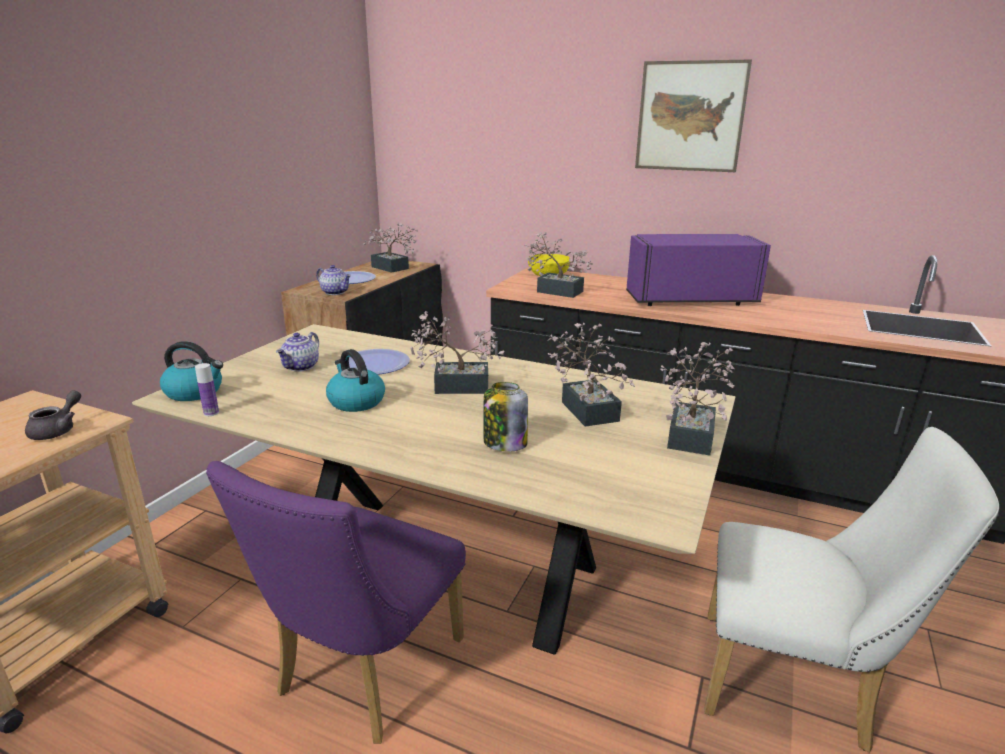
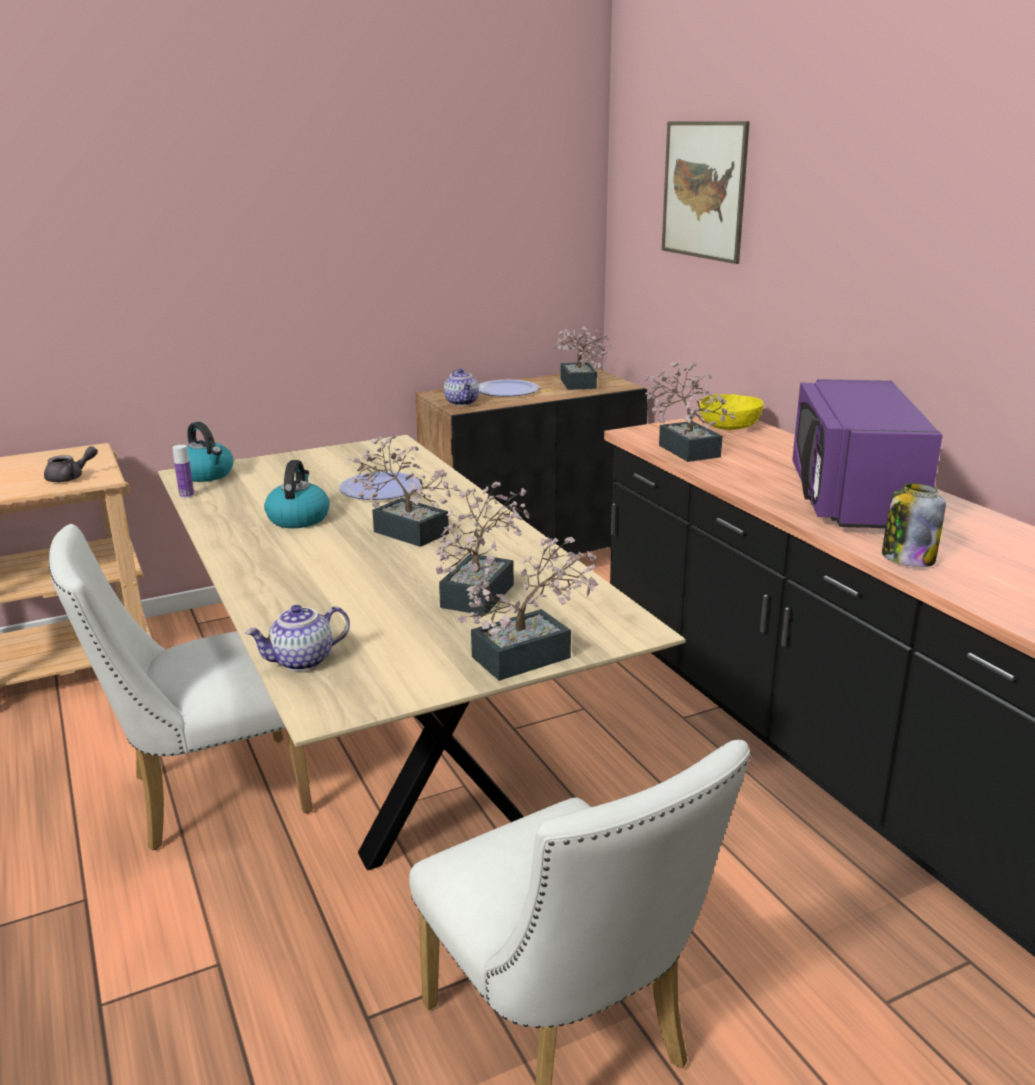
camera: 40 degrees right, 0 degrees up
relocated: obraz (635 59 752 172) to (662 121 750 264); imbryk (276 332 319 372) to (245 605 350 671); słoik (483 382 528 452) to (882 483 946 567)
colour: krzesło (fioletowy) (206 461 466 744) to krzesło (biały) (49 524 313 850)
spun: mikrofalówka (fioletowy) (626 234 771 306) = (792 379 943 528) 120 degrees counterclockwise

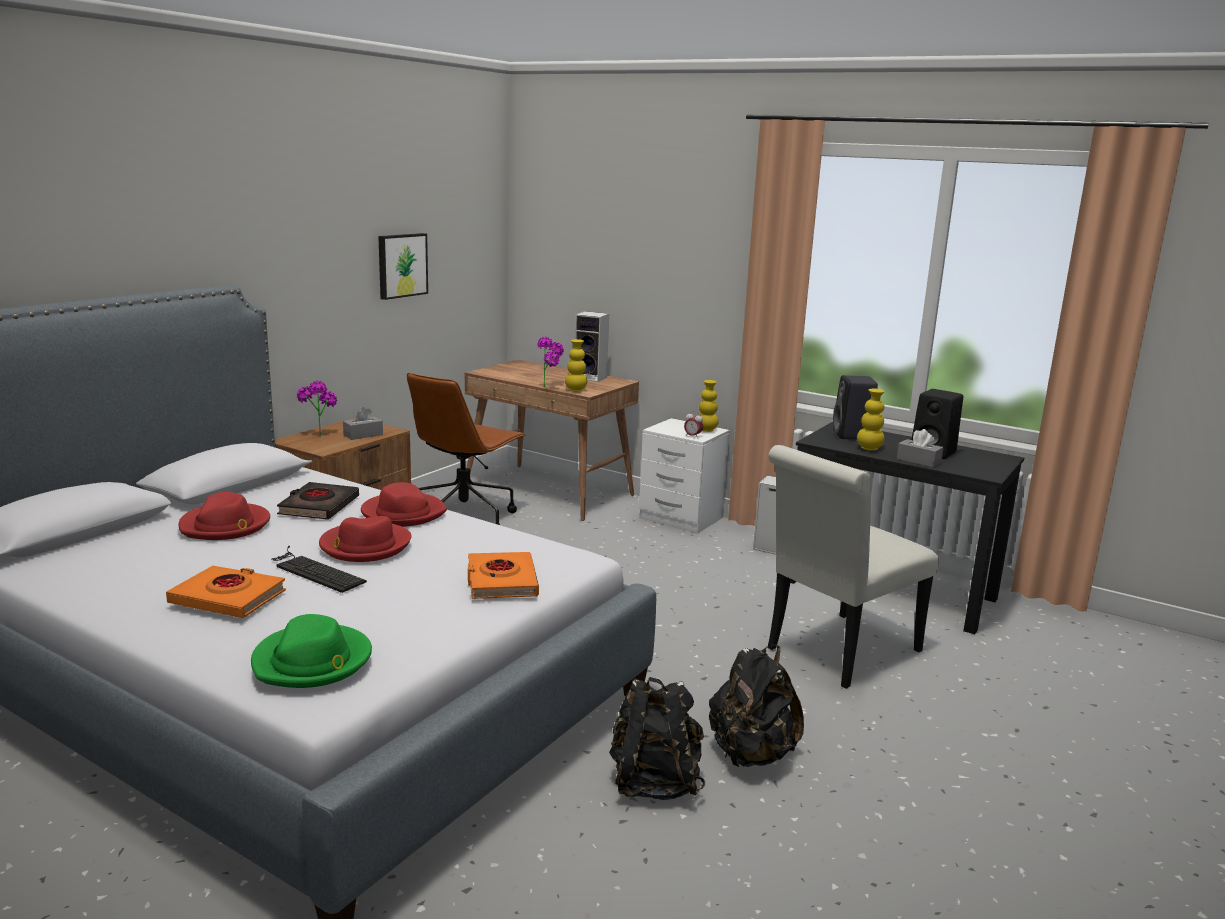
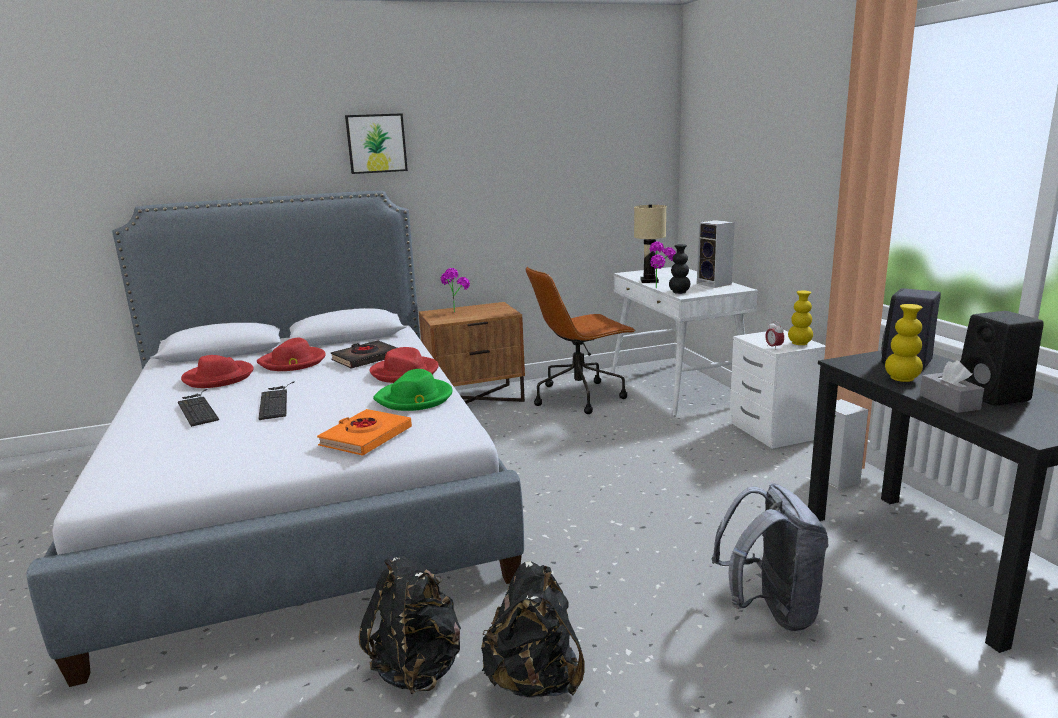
camera: 40 degrees right, 0 degrees up
missing: pudełko chusteczek (szary) (343 407 383 440)
appeared: lampa stołowa (beżowy) (634 204 667 283)
relocated: obraz (378 233 428 300) to (345 113 408 174); kapelusz (czerwony) (319 516 411 562) to (181 355 254 388); kapelusz (zielony) (251 614 372 688) to (373 369 453 411)
exchanged: krzesło (biały) (767 445 939 689) to plecak (szary) (712 483 829 632); książka (pomarańczowy) (166 566 286 618) to klawiatura (178 389 219 427)
colour: wazon (żółty) (565 339 587 391) to wazon (czarny) (669 244 690 294); biurko (brązowy) (464 360 639 521) to biurko (biały) (611 267 758 416)

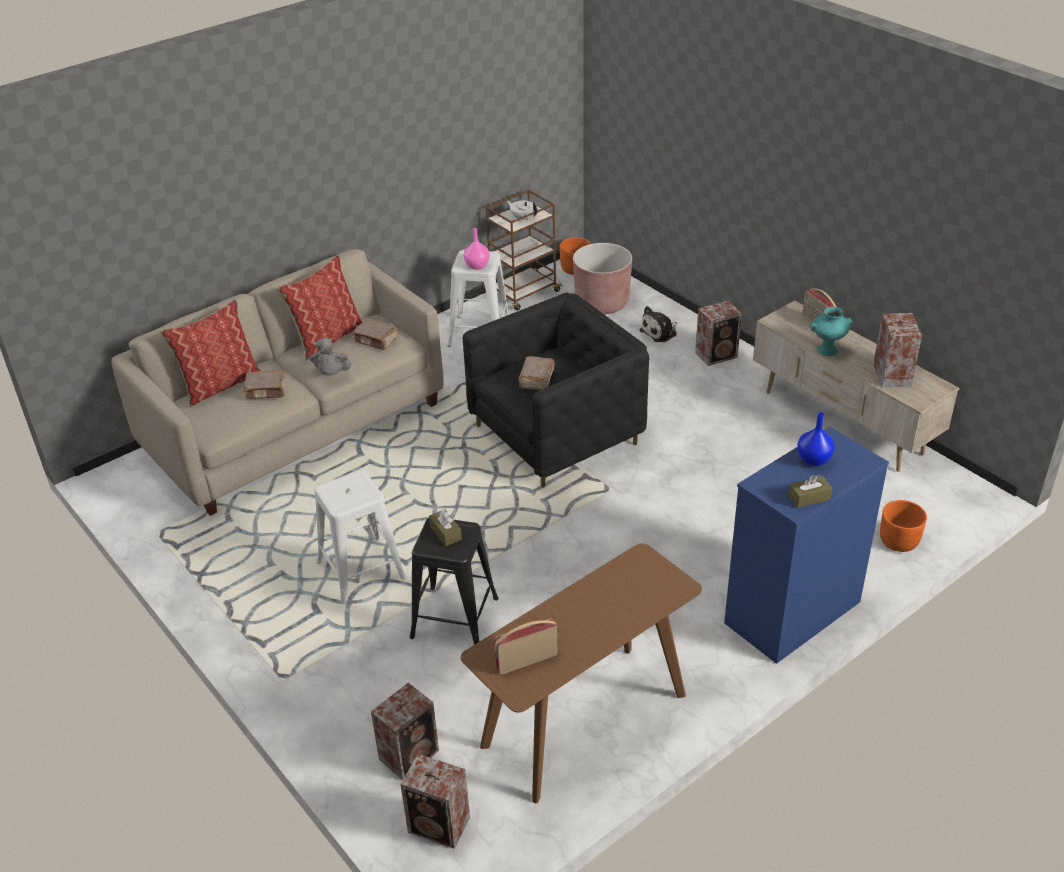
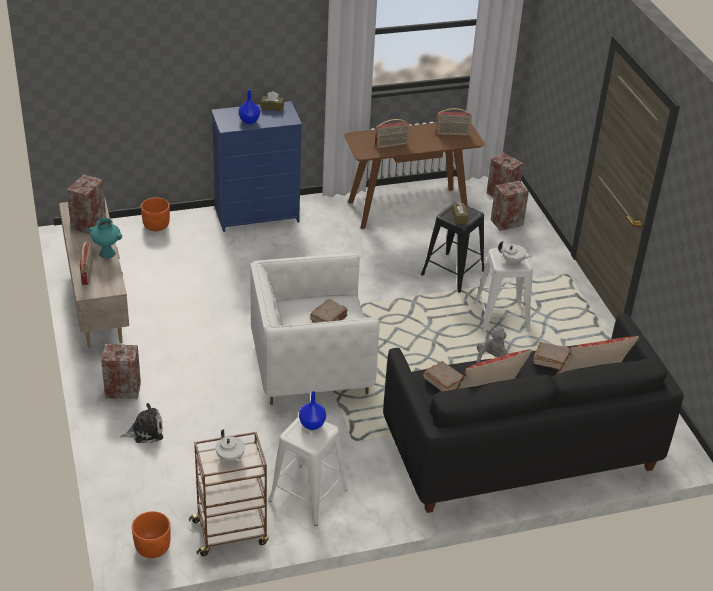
camera: 160 degrees left, 0 degrees up
missing: donica (brązowy) (573 243 632 314)
appeared: radio (375 119 409 148); imbryk (biały) (498 241 532 265)
colour: wazon (różowy) (463 228 490 270) to wazon (niebieski) (299 391 326 430); kanapa (beżowy) (111 249 444 516) to kanapa (czarny) (383 313 683 513); fotel (czarny) (463 293 649 487) to fotel (biały) (250 253 380 405)

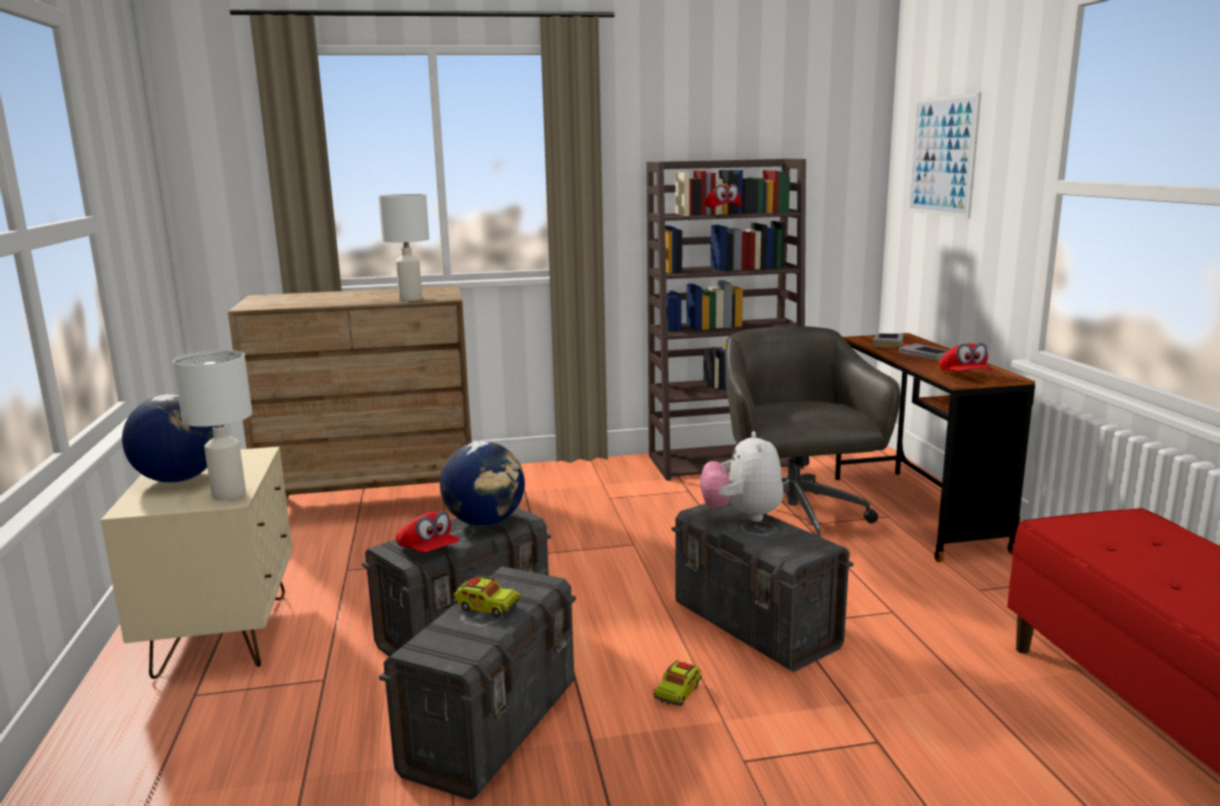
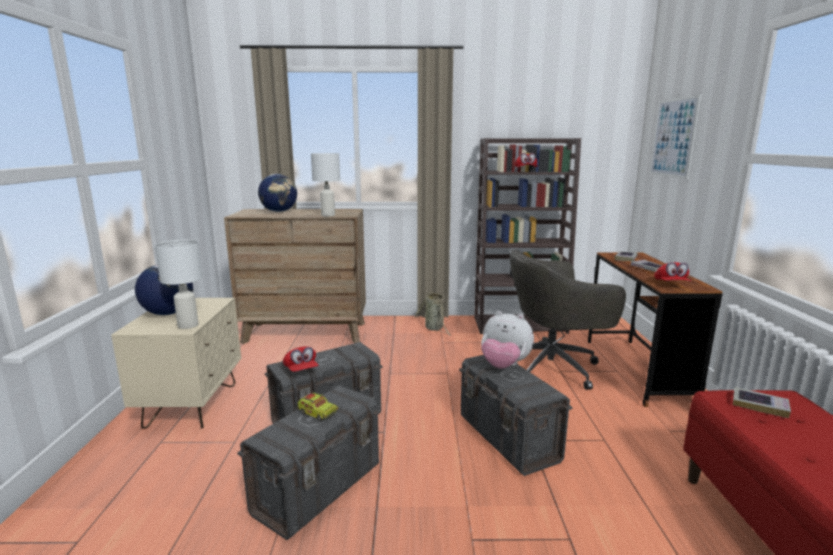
camera: 10 degrees right, 0 degrees up
missing: ciężarówka zabawkowa (653 660 702 706)
appeared: koszyk (414 292 452 336); książka (733 387 791 418)
relocated: globus (440 441 525 526) to (258 174 297 212)
spun: krzesło biurowe (szary) (725 326 900 537) = (510 249 626 390) 105 degrees counterclockwise; pluszak (700 431 783 522) = (481 311 534 369) 75 degrees counterclockwise

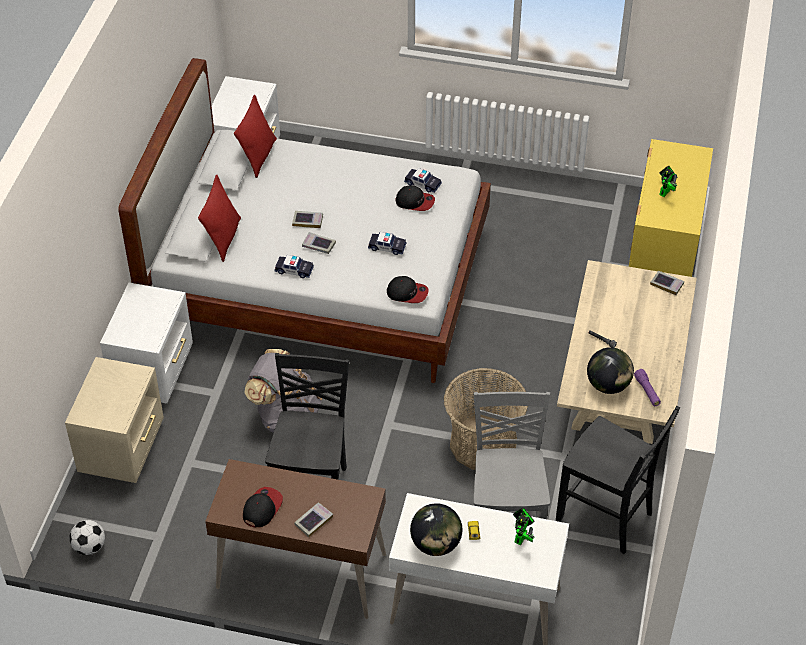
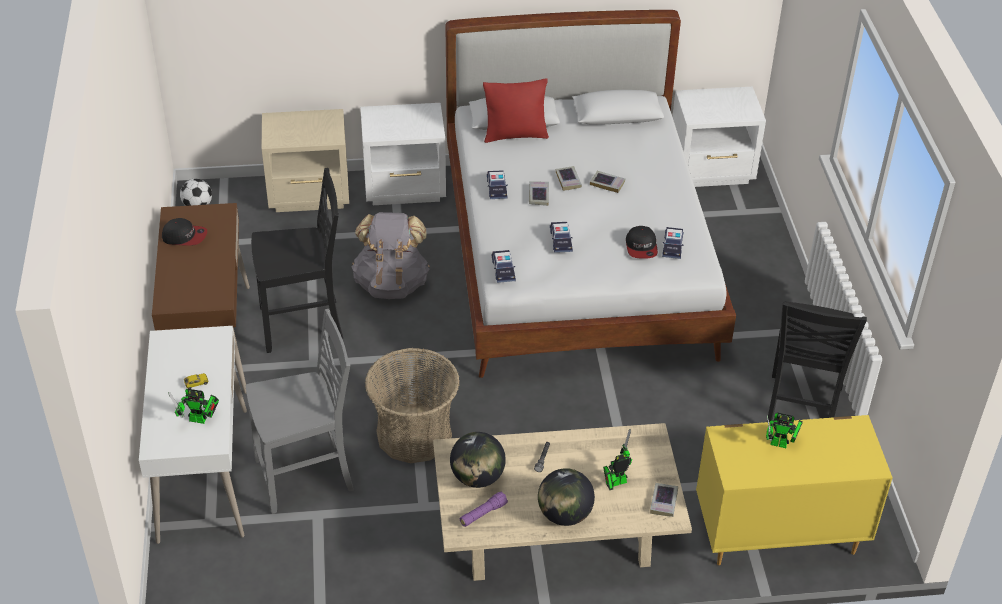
camera: 70 degrees right, 5 degrees down
missing: poduszka (czerwony) (234 95 277 178)
appeared: robot zabawkowy (603 429 632 490)
relocated: krzesło (czarny) (556 406 680 554) to (767 302 867 422); książka (294 502 333 537) to (590 171 625 193); globus (410 503 462 556) to (538 468 595 526)
exchanged: czapka z daszkiem (387 276 428 303) to samochodzik (491 250 516 283)

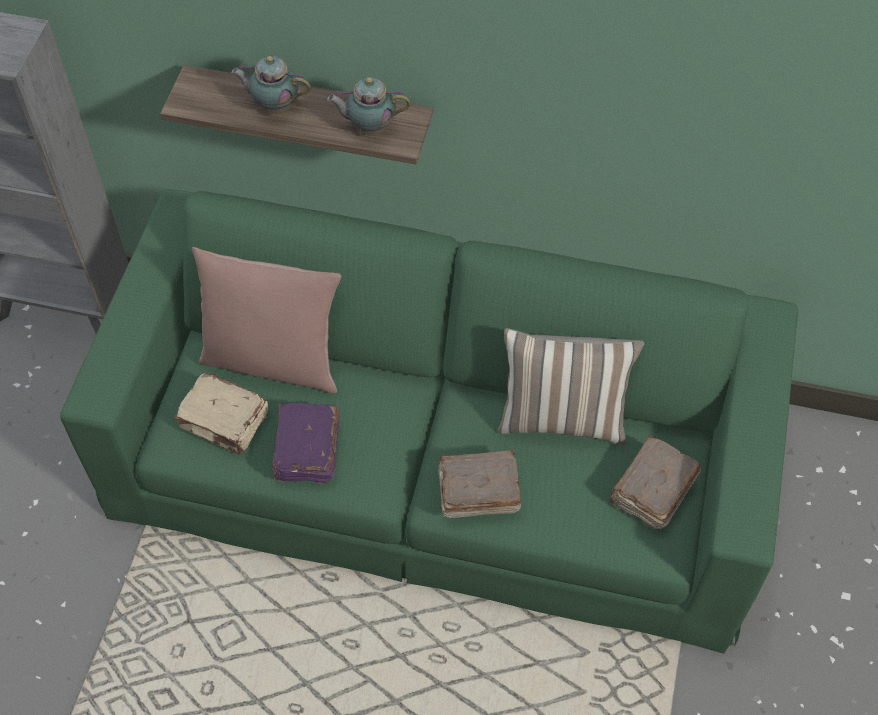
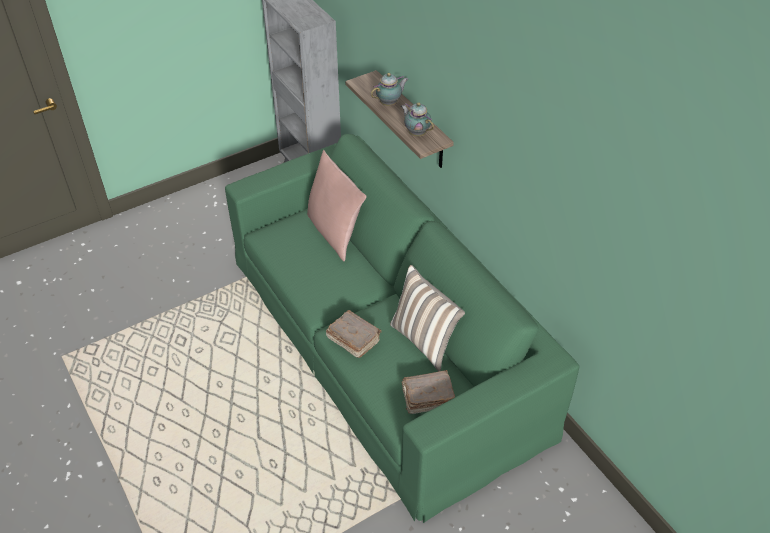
camera: 45 degrees right, 10 degrees down
missing: książka (beżowy) (173 373 268 455); książka (fioletowy) (272 402 340 485)
spun: imbryk (231 56 311 114) = (371 73 408 106) 90 degrees clockwise

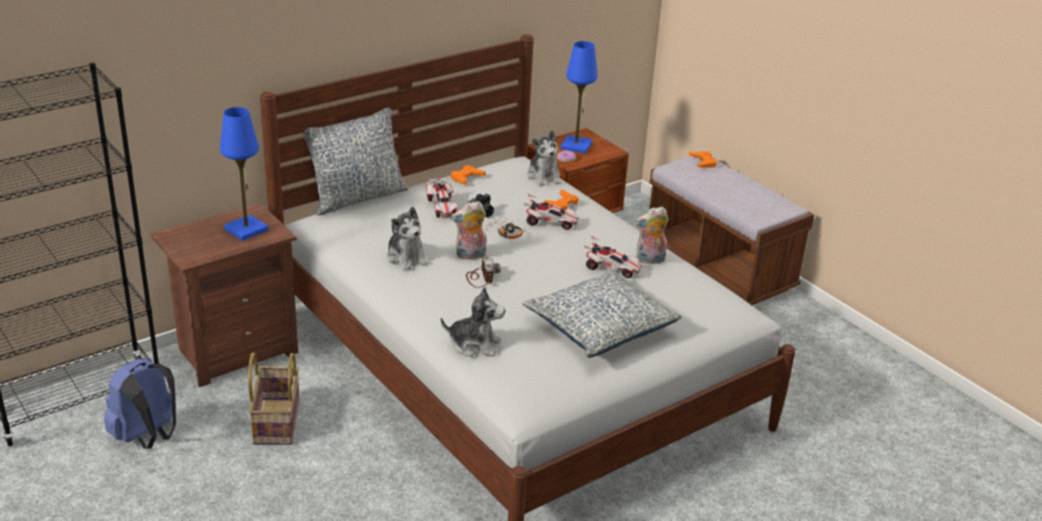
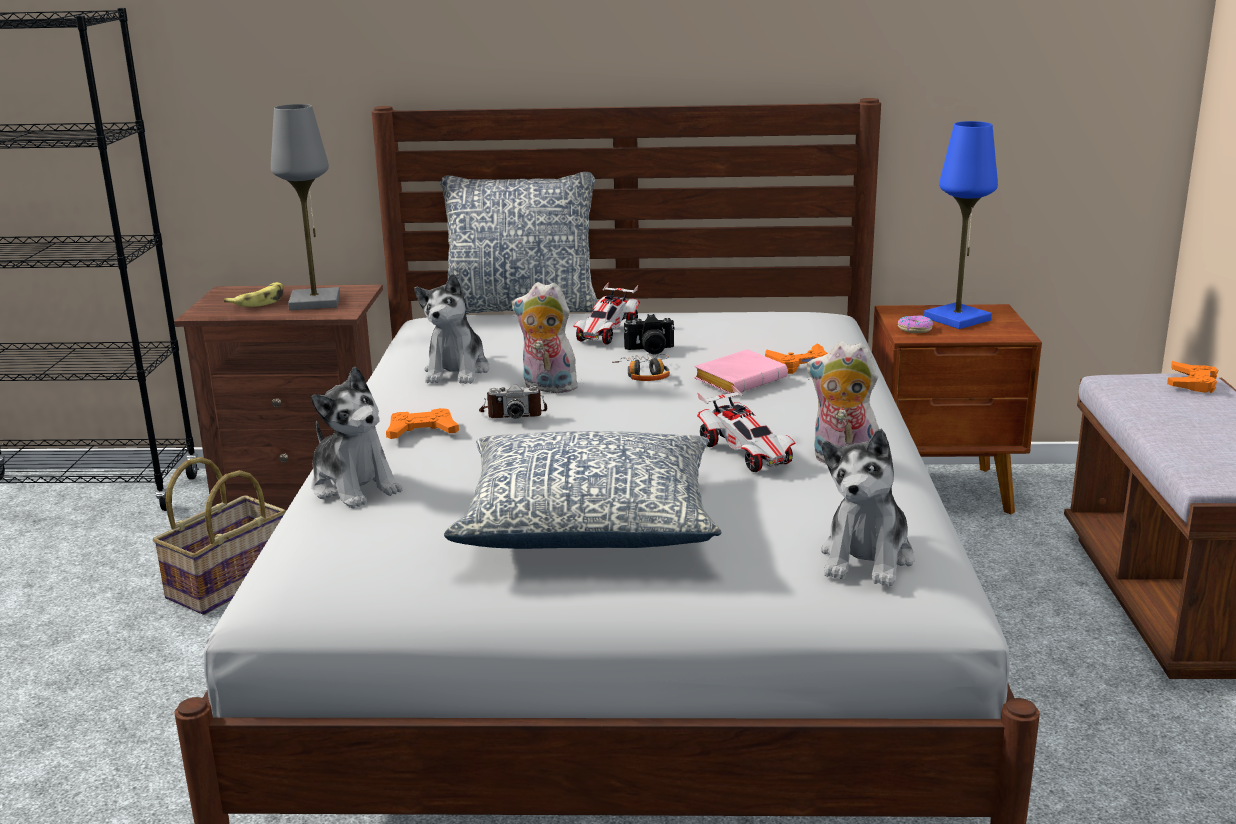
camera: 40 degrees right, 10 degrees down
missing: plecak (niebieski) (104 358 176 449)
appeared: banan (224 282 283 307)
relocated: pluszak (527 130 562 186) to (821 429 915 586); pad do gier (pomarańczowy) (451 165 486 185) to (386 408 459 439)
exchanged: samochodzik (524 194 579 230) to książka (różowy) (694 349 788 394)
colour: lampa stołowa (niebieski) (220 107 268 241) to lampa stołowa (szary) (271 104 340 310)
spun: aparat fotograficzny (466 256 500 288) = (479 384 547 419) 60 degrees clockwise

